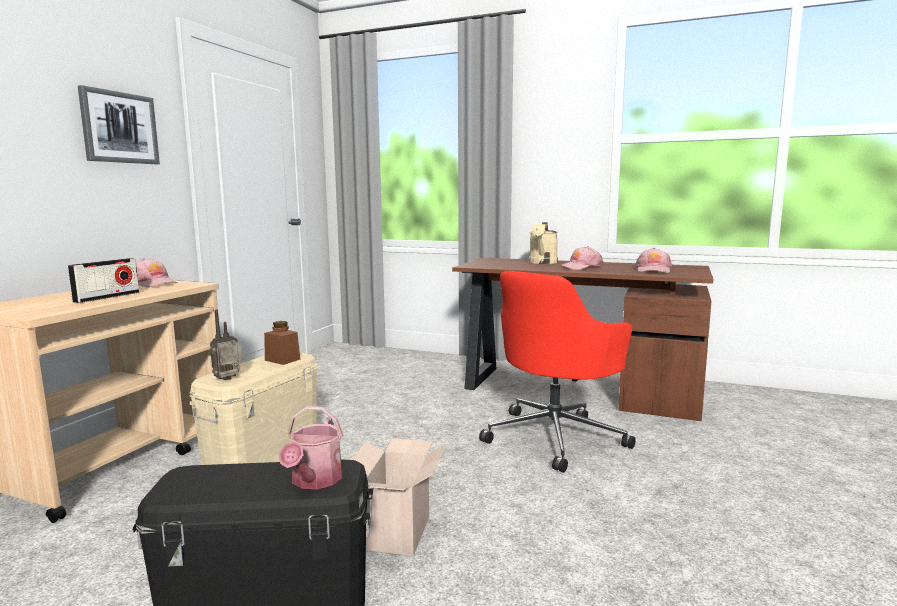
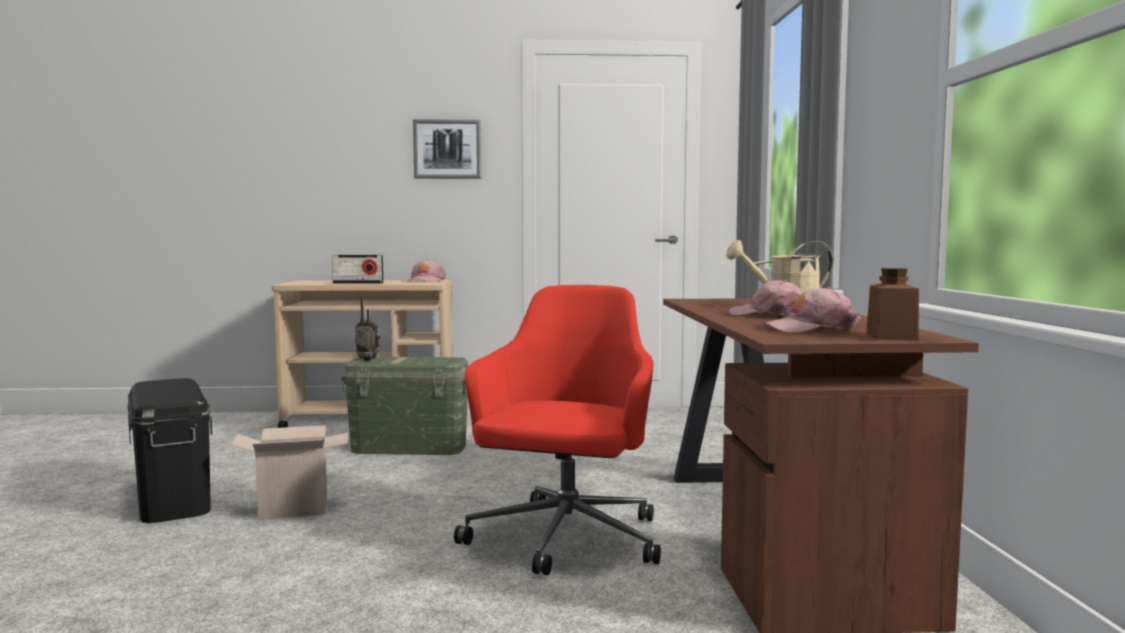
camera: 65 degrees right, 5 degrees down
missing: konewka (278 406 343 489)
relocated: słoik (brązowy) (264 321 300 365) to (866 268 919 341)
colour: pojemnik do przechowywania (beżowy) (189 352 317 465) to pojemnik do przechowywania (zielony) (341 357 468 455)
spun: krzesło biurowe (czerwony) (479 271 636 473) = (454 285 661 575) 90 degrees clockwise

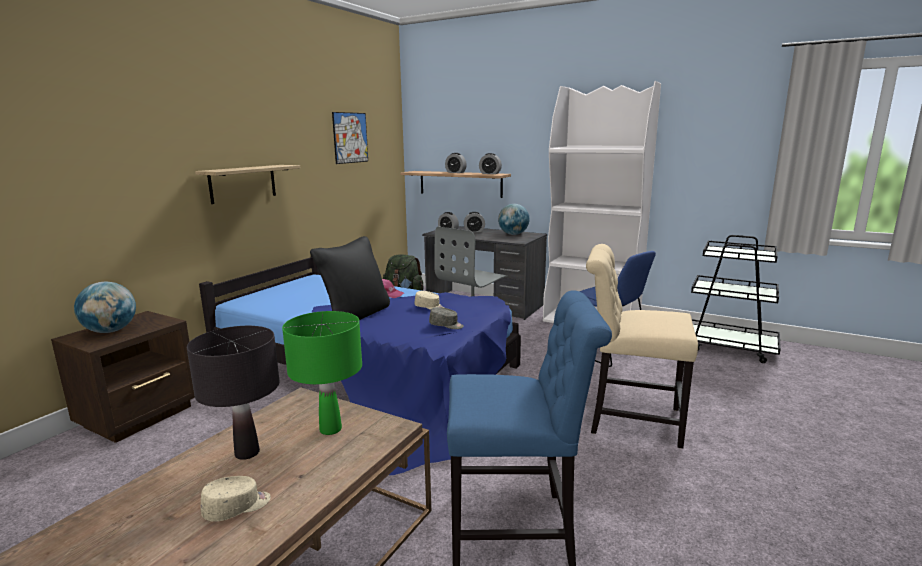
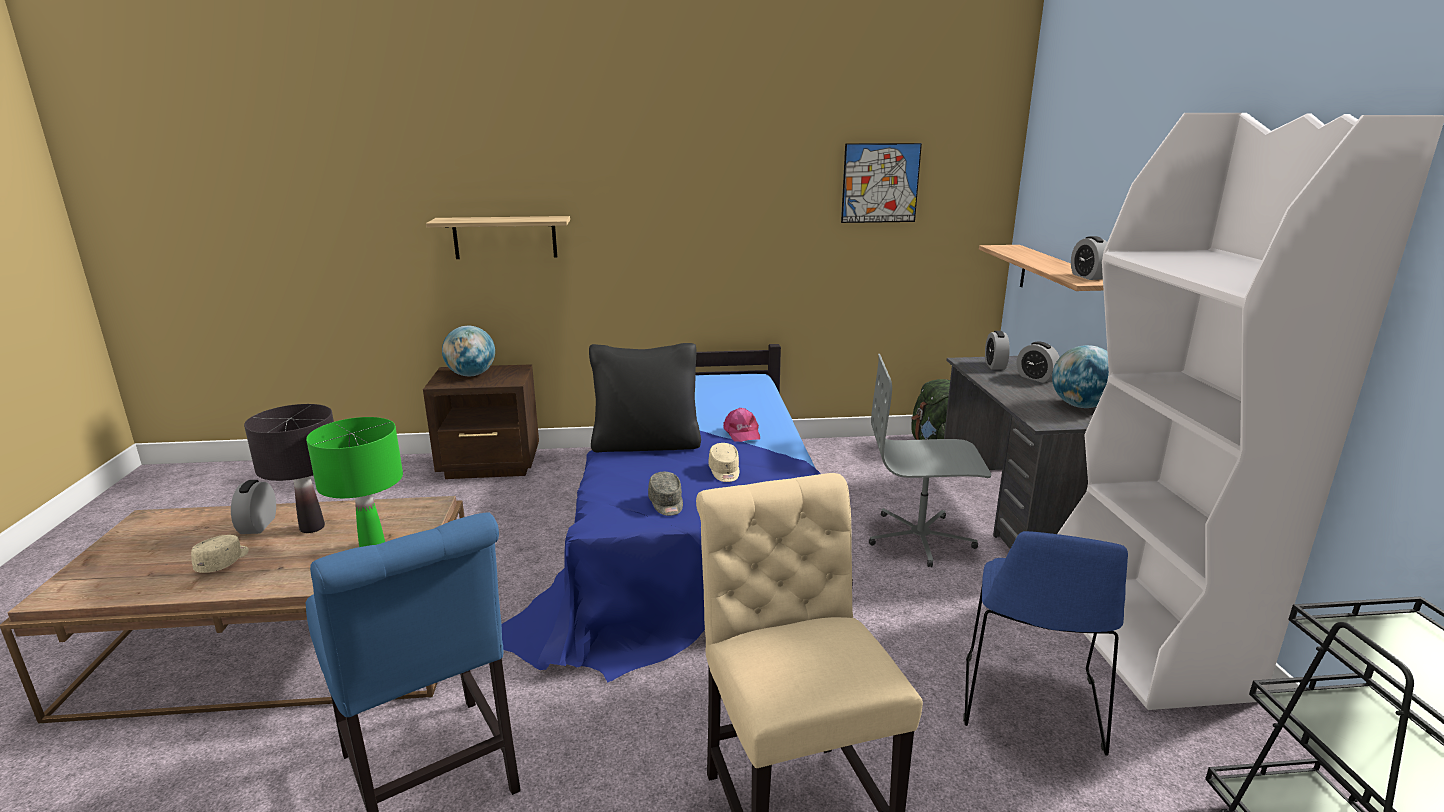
camera: 55 degrees right, 5 degrees up
relocated: budzik (445 153 467 173) to (231 480 276 534); półka (195 165 300 204) to (426 216 570 259)
spun: czapka z daszkiem (beżowy) (200 476 271 522) = (191 535 249 573) 105 degrees counterclockwise

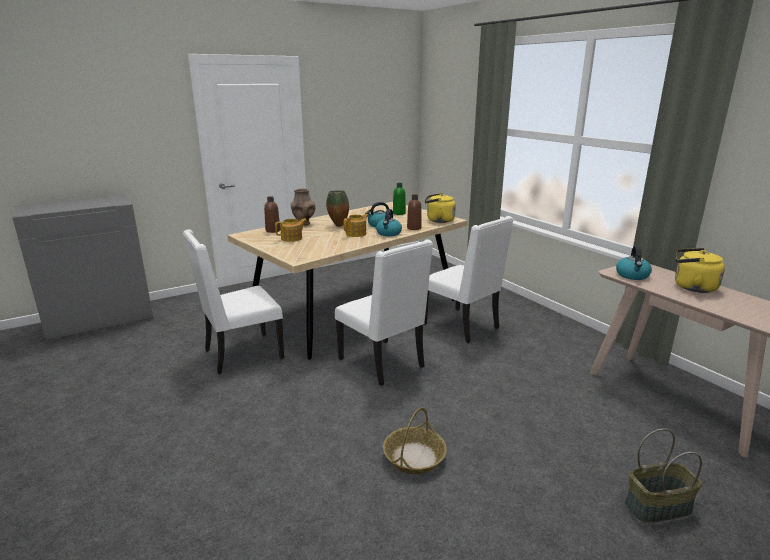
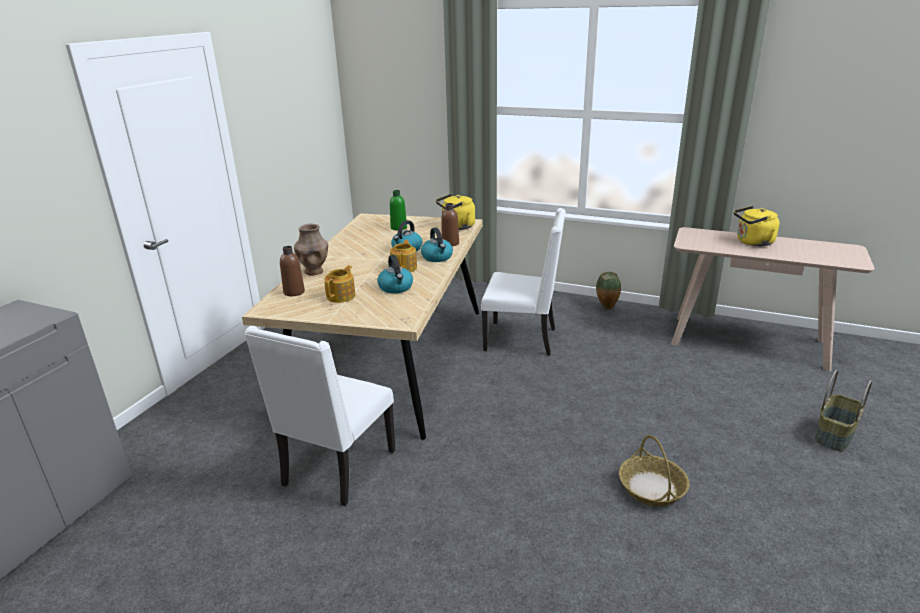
camera: 35 degrees left, 5 degrees up
missing: krzesło (biały) (335 239 433 386)
relocated: wazon (326 190 349 227) to (596 272 621 309); czajnik (616 245 652 280) to (377 255 413 294)

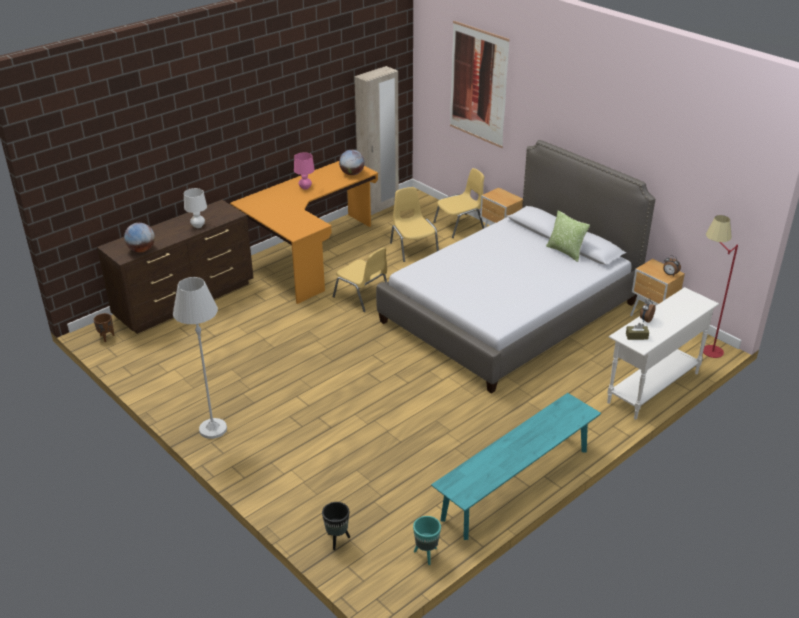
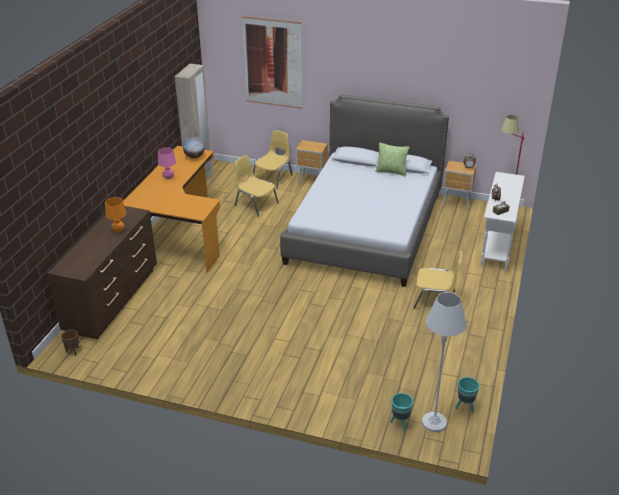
camera: 30 degrees left, 0 degrees up
missing: globus (124 223 155 252); ławka (turkusowy) (431 393 601 540)
relocated: krzesło (żółty) (333 247 387 312) to (413 251 462 309); lampa stojąca (biały) (173 277 227 439) to (422 292 467 432)
colour: lampa stołowa (biały) (184 188 207 228) to lampa stołowa (pomarańczowy) (105 197 126 232); donica (czarny) (322 502 350 550) to donica (turkusowy) (390 393 413 431)

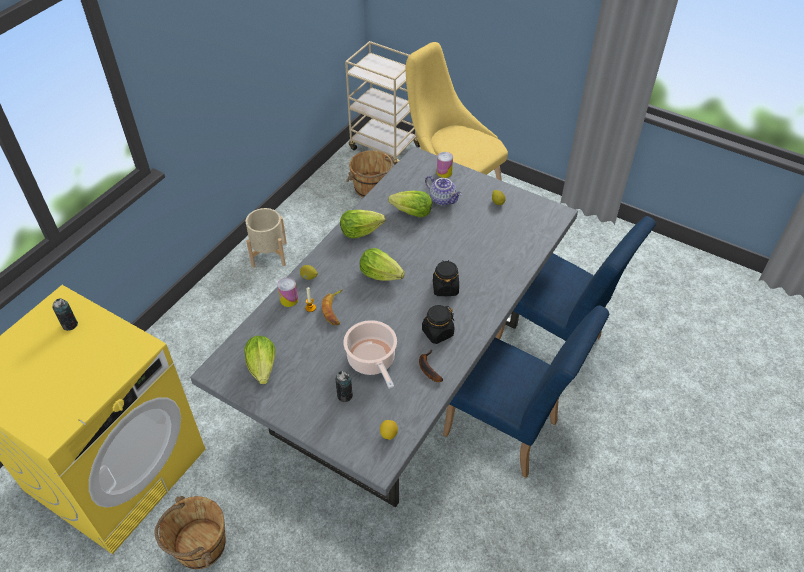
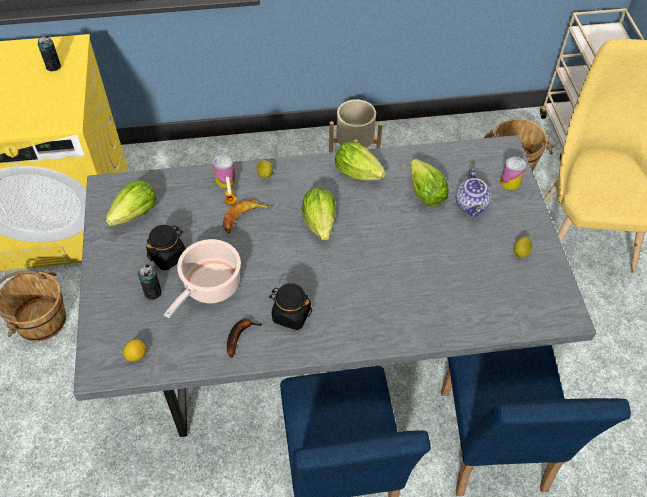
camera: 50 degrees right, 5 degrees up
relocated: słoik (czarny) (433 260 459 296) to (146 225 186 270)

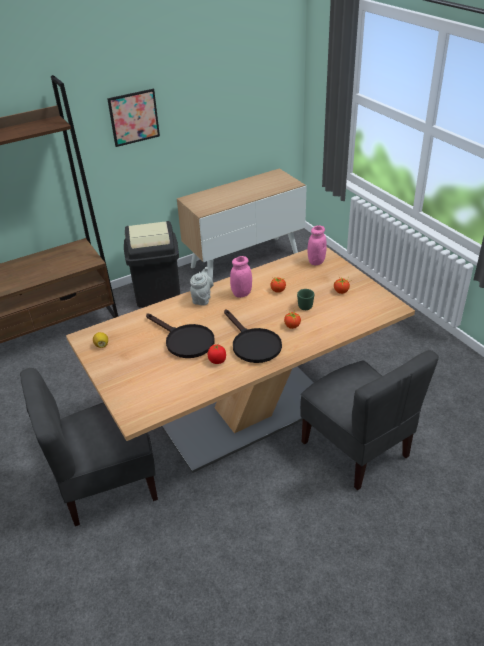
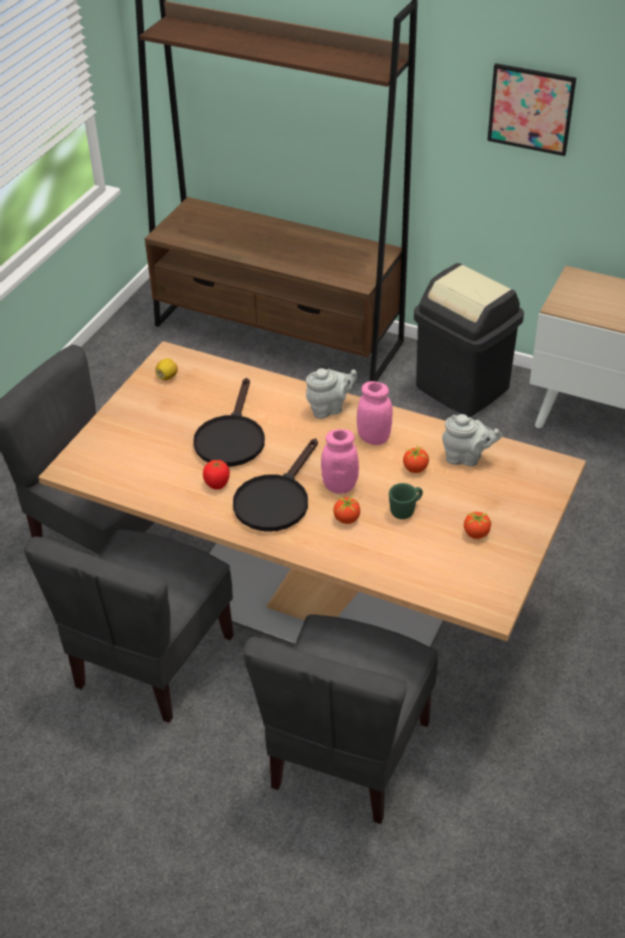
camera: 55 degrees right, 5 degrees up
appeared: imbryk (szary) (442 414 502 466); krzesło (szary) (24 529 234 723)
relocated: słoik (różowy) (308 225 327 265) to (321 429 359 493)

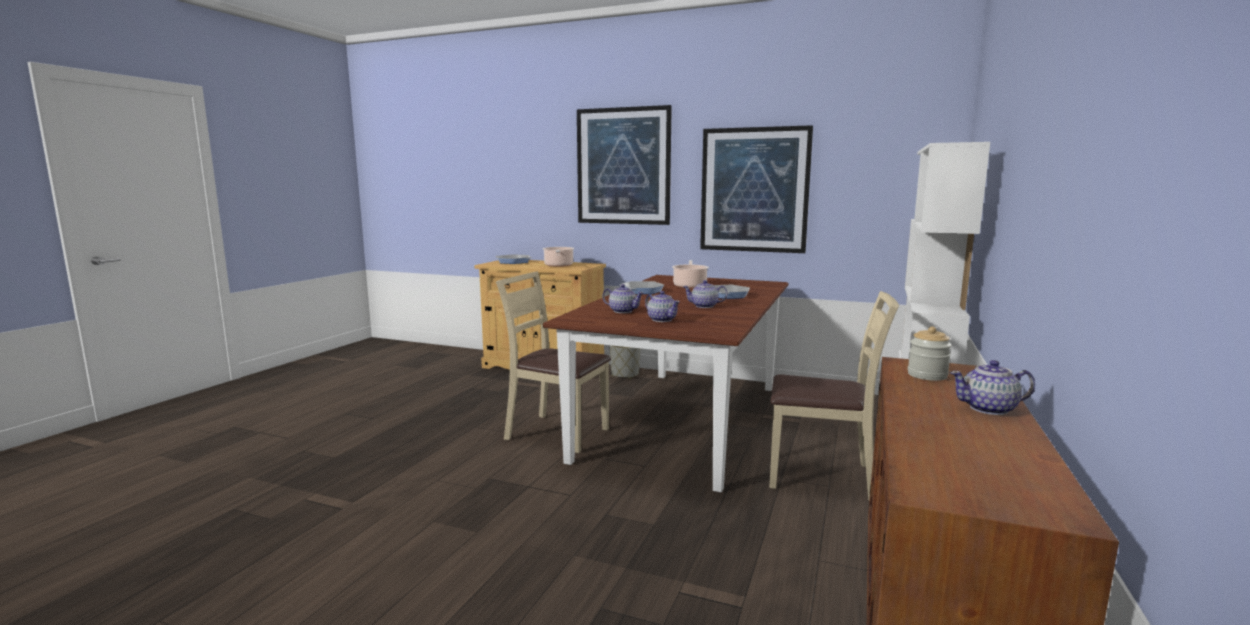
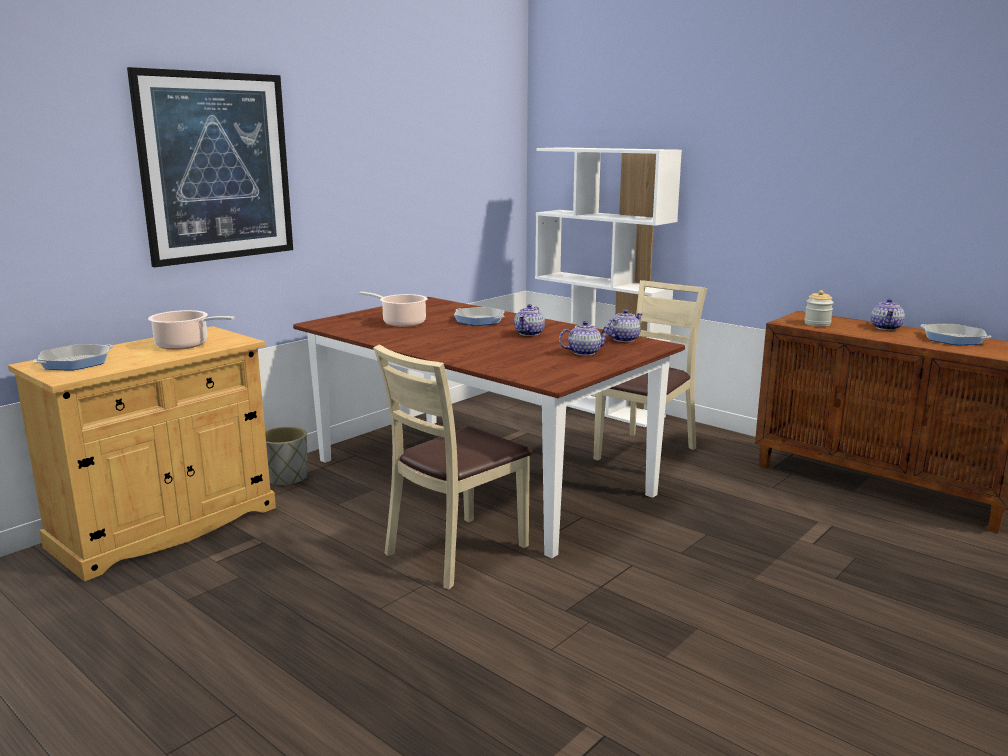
camera: 70 degrees left, 5 degrees up
missing: obraz (700 125 813 253)
relocated: patelnia (620 281 664 294) to (920 324 991 345); imbryk (602 284 644 313) to (607 309 642 342)

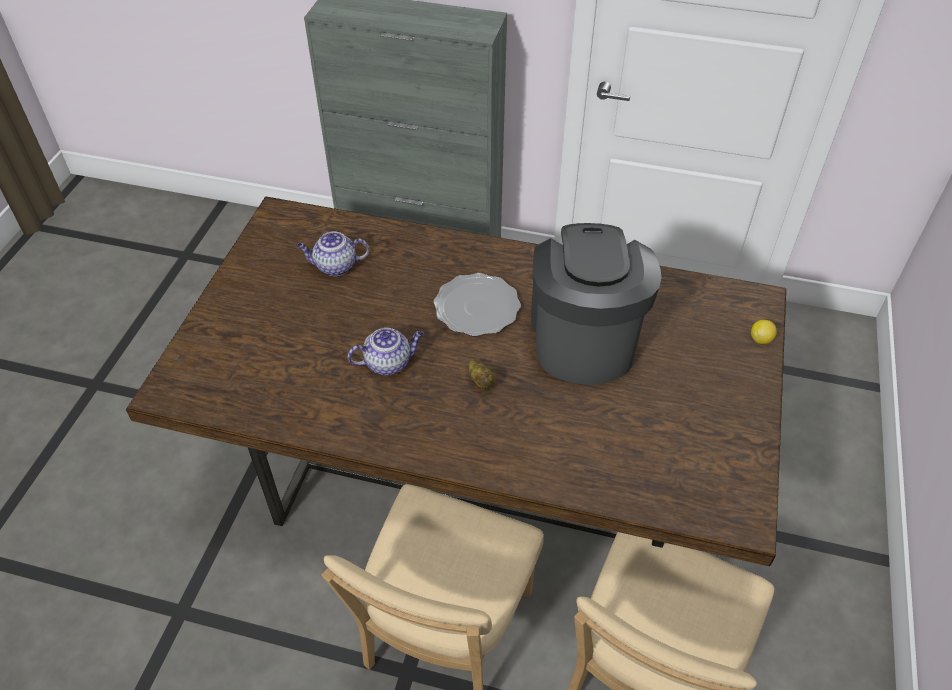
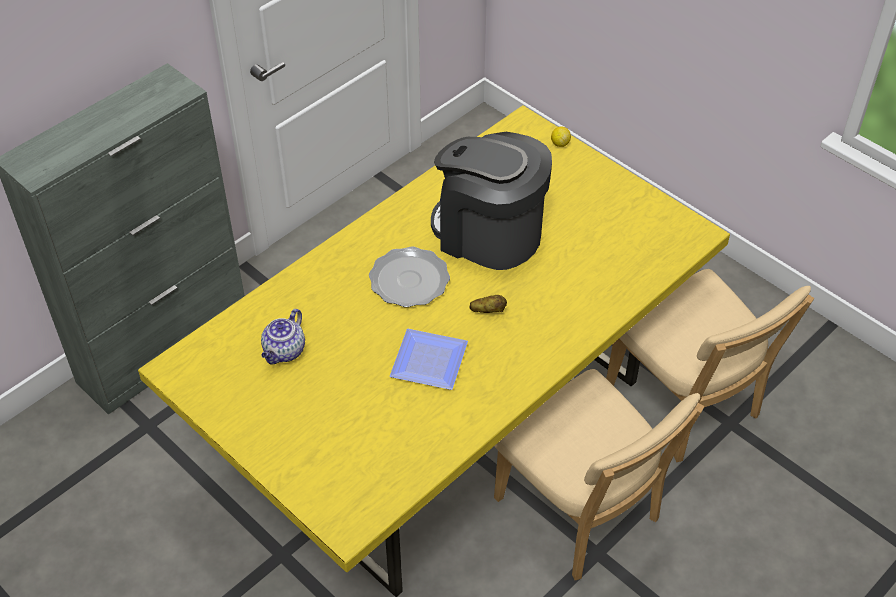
camera: 60 degrees left, 0 degrees up
exchanged: imbryk (348 328 424 376) to talerz (390 329 468 390)
colour: stół jadalny (brązowy) (126 197 786 566) to stół jadalny (żółty) (138 105 730 597)

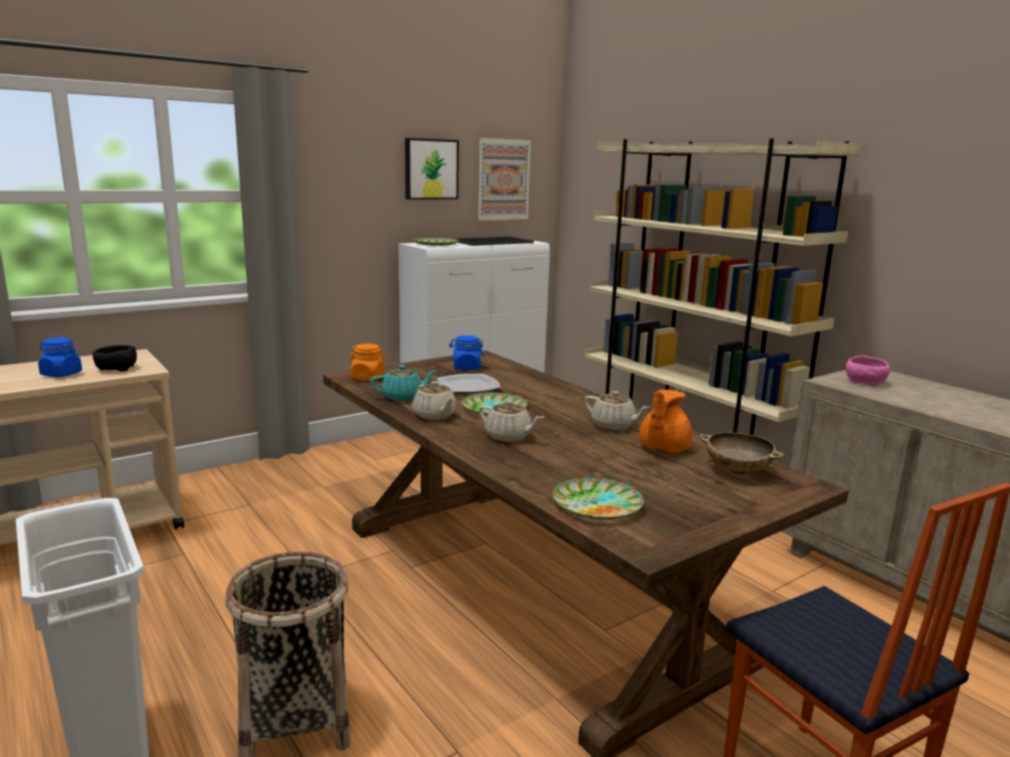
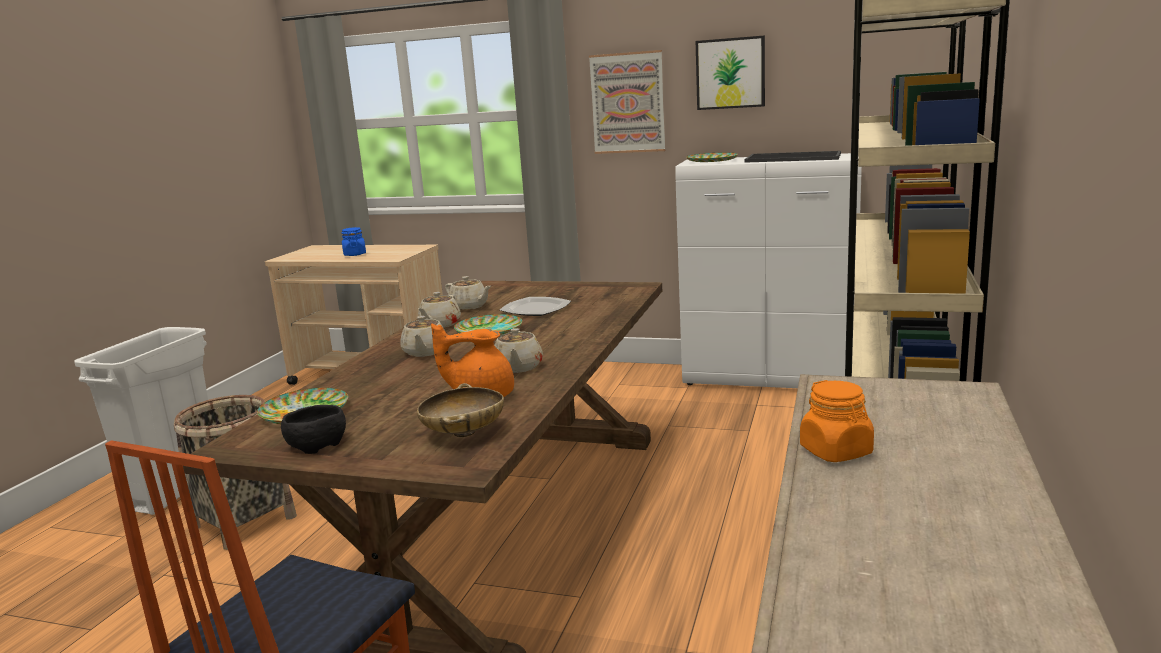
camera: 55 degrees right, 0 degrees up
missing: słoik (niebieski) (449 335 484 370); miska (różowy) (846 355 890 385)
relocated: obraz (477 136 532 222) to (589 50 666 154); słoik (pomarańczowy) (350 344 386 381) to (800 380 874 462); miska (czarny) (93 345 137 372) to (281 405 346 454)
colour: imbryk (turkusowy) (370 365 437 401) to imbryk (beżowy) (445 276 491 310)

